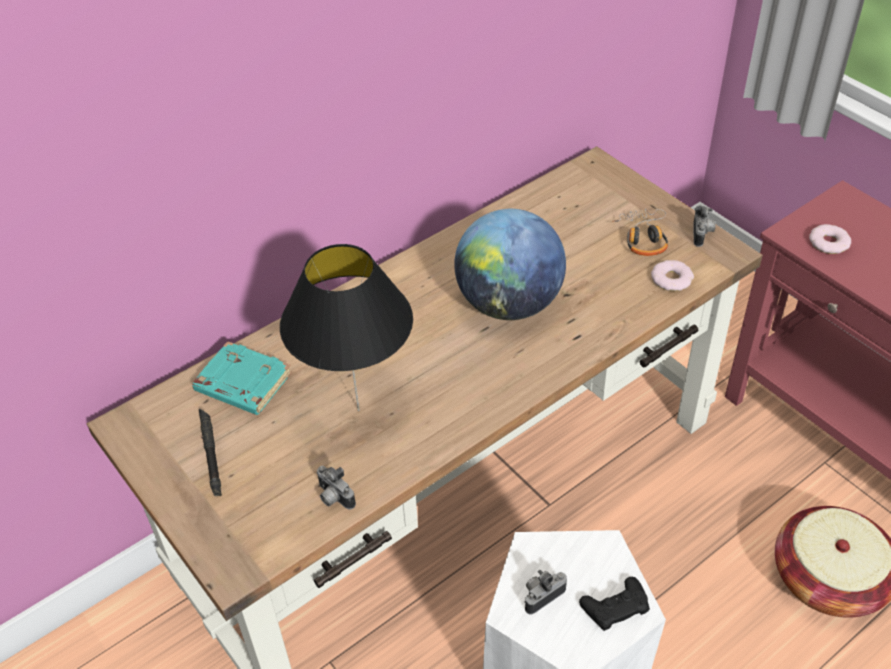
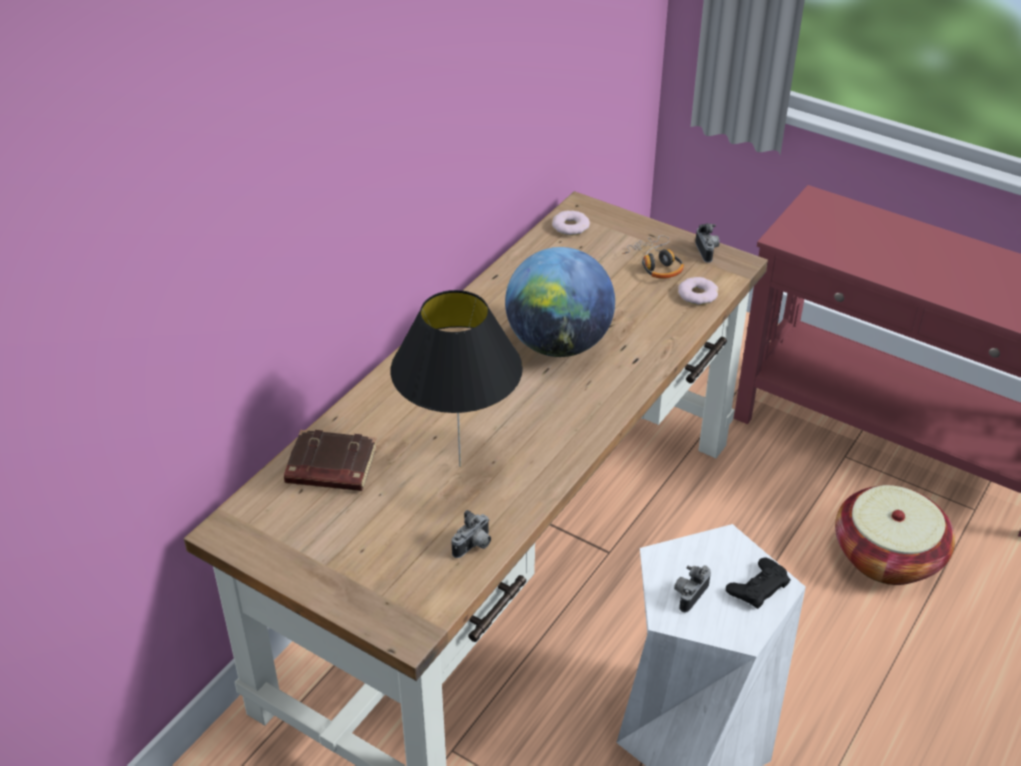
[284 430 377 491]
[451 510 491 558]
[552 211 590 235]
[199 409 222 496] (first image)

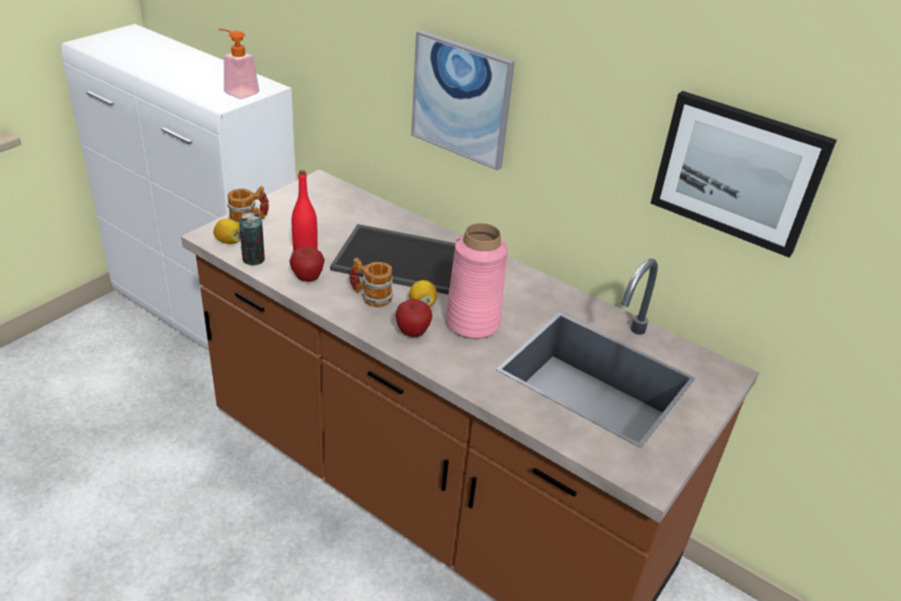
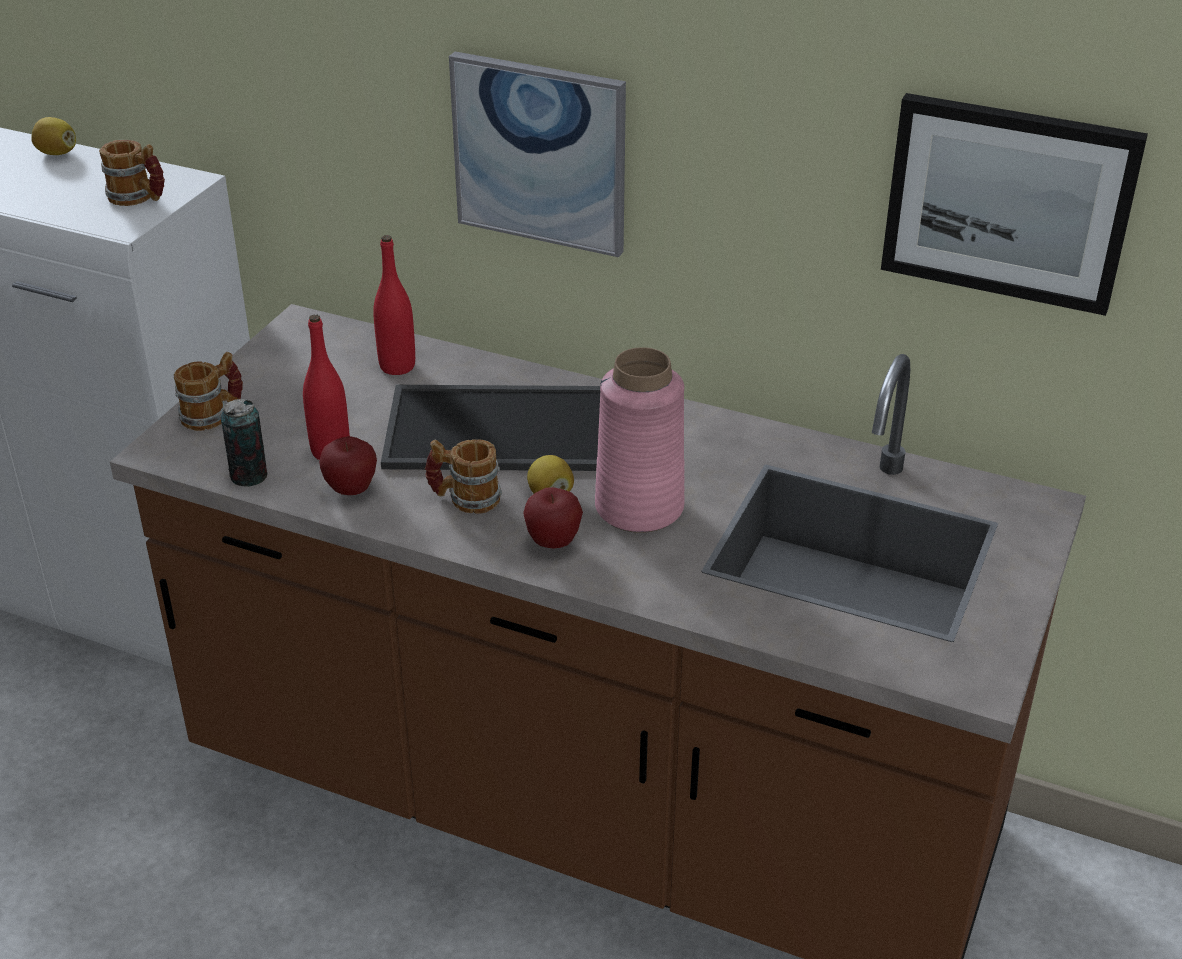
[31 117 76 155]
[99 140 165 206]
[373 235 415 375]

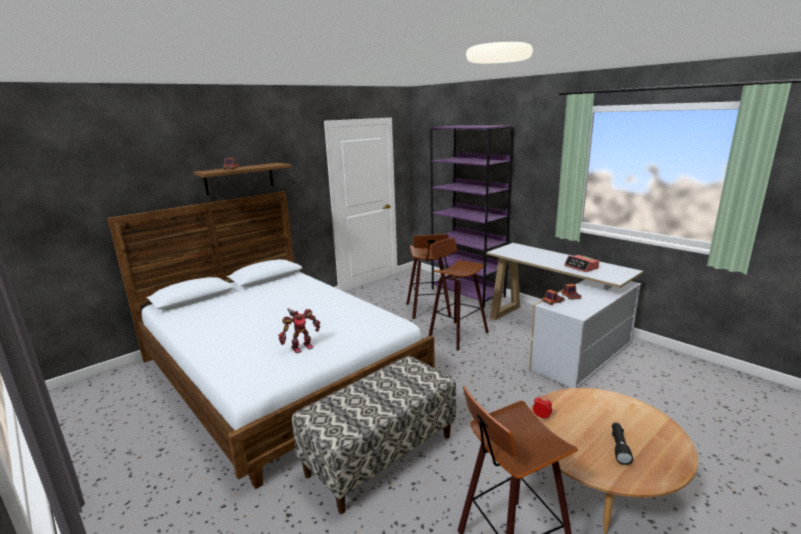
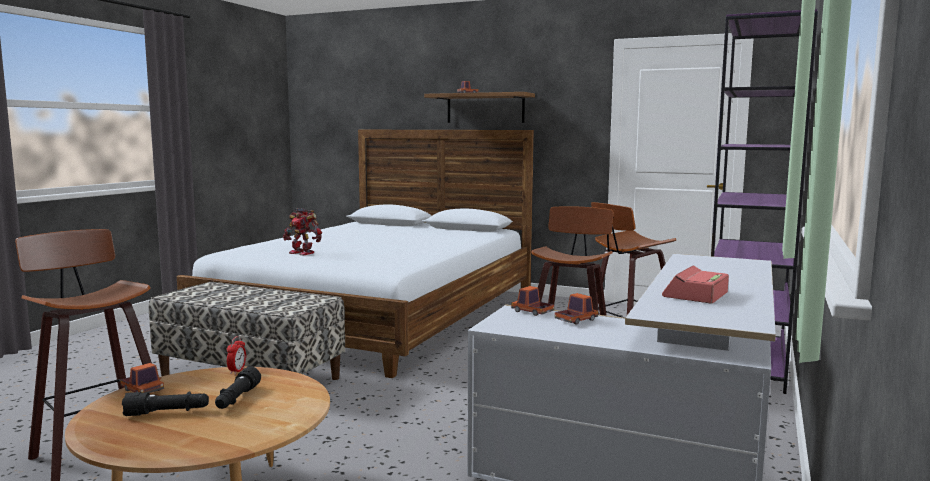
[120 363 164 393]
[215 367 261 409]

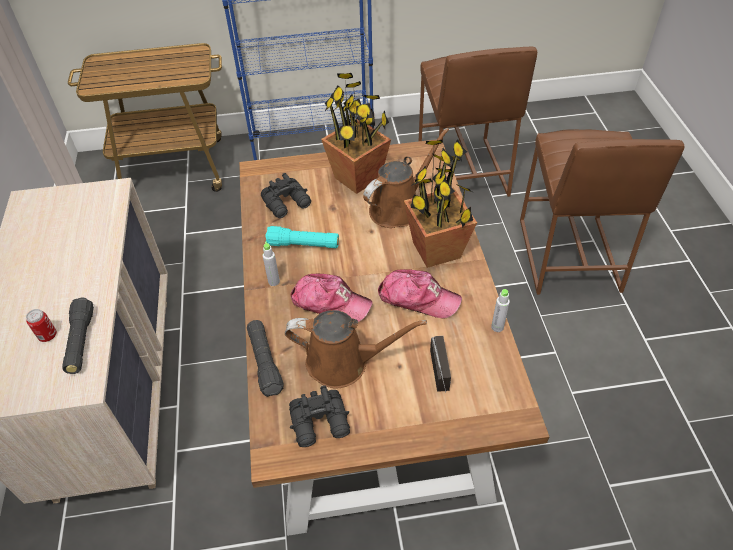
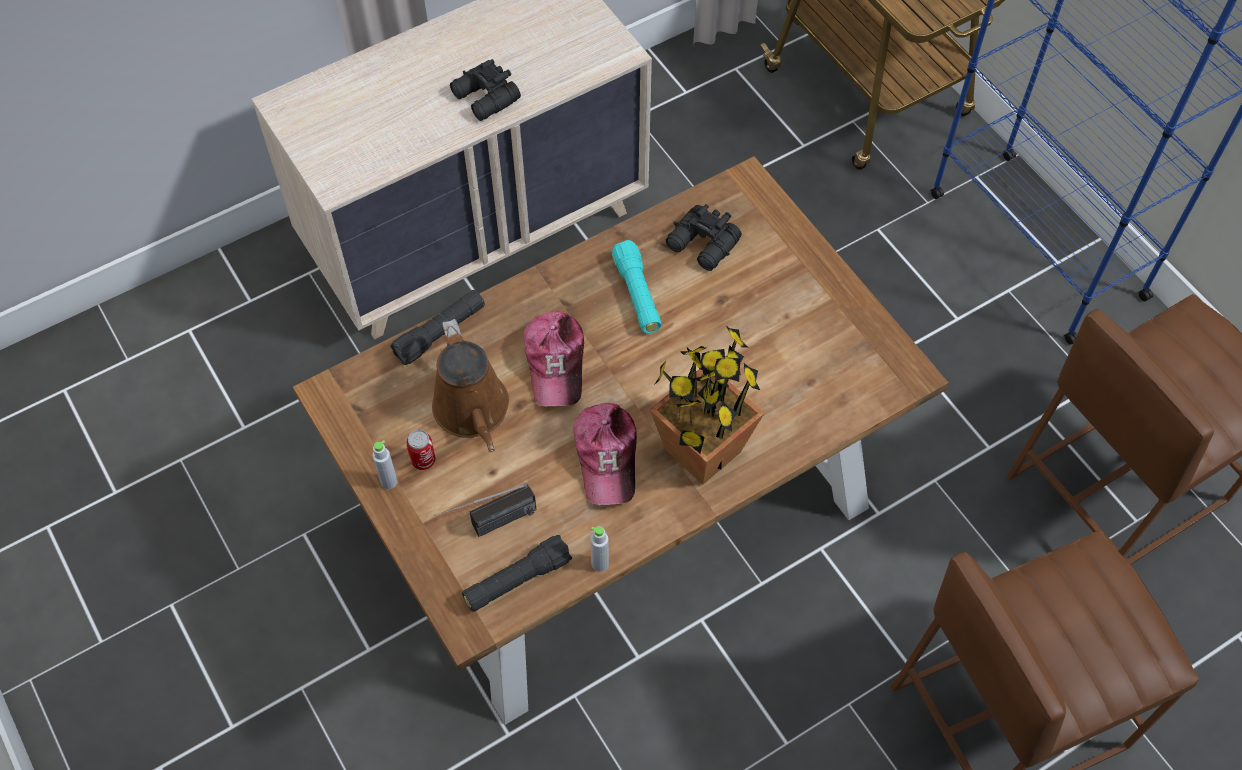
[372 440 398 489]
[406 430 436 470]
[450 59 521 121]
[462 535 572 612]
[321 73 391 194] (first image)
[363 128 449 228] (first image)

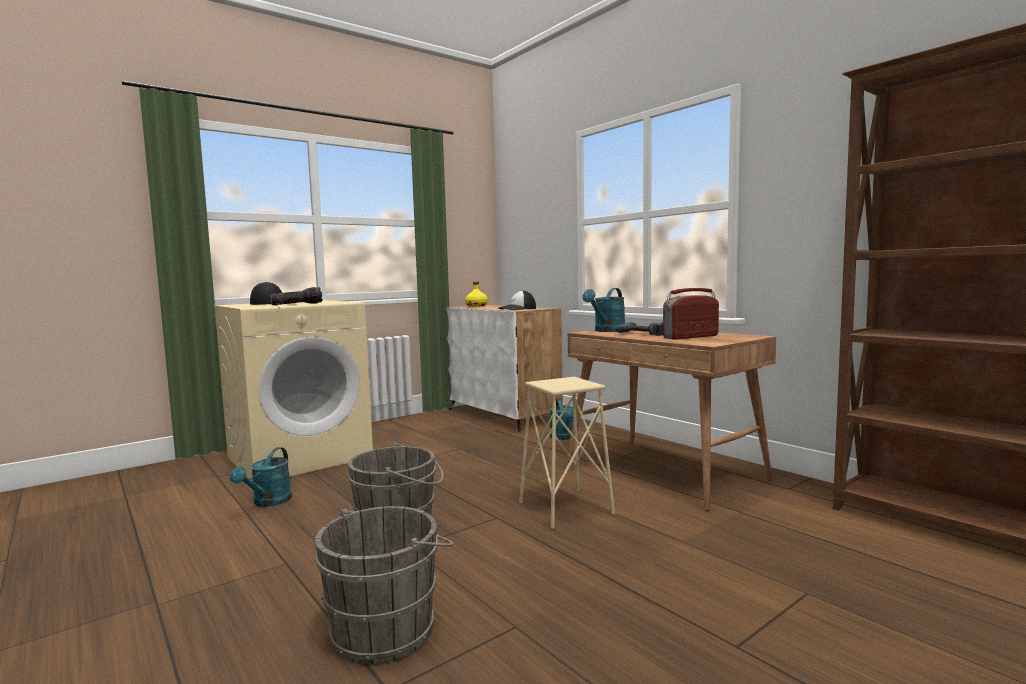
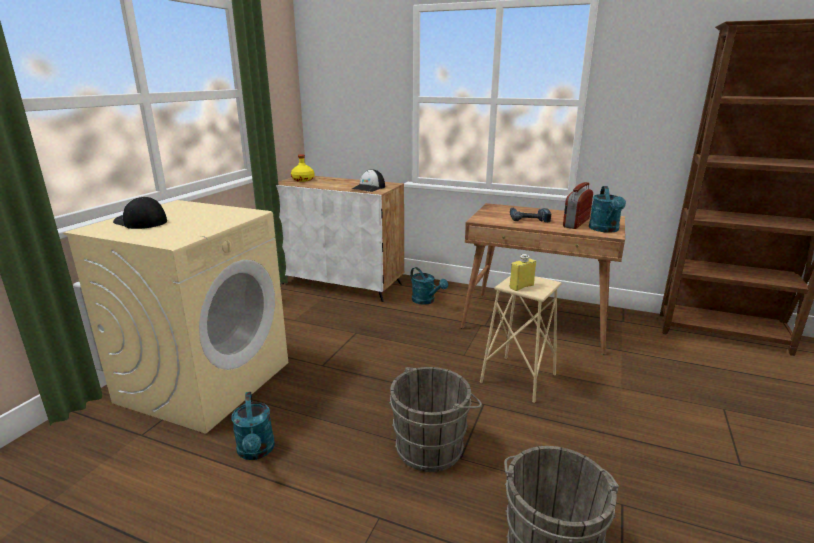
[510 254 536 291]
[589 186 626 233]
[270 287 322 305] (first image)

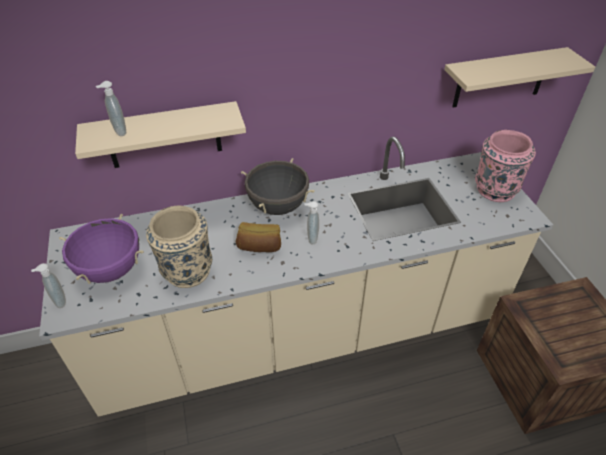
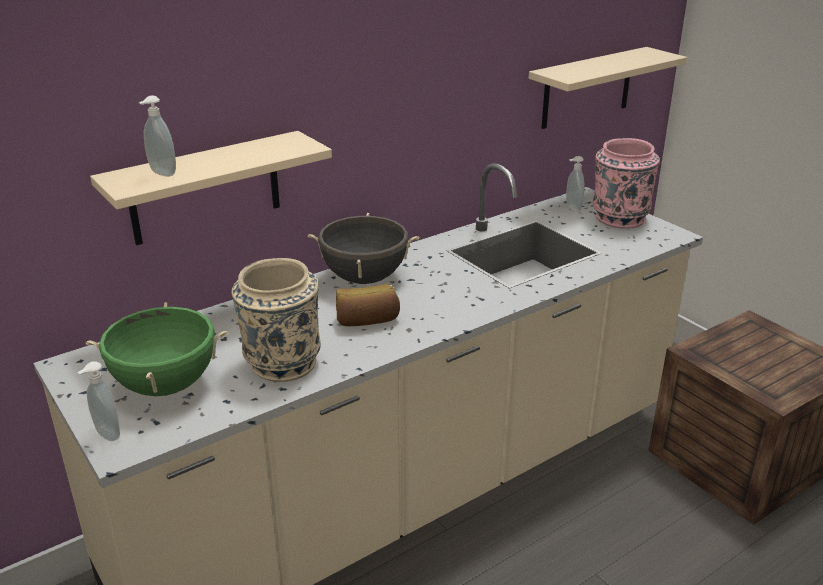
[86 302 228 396]
[566 156 585 212]

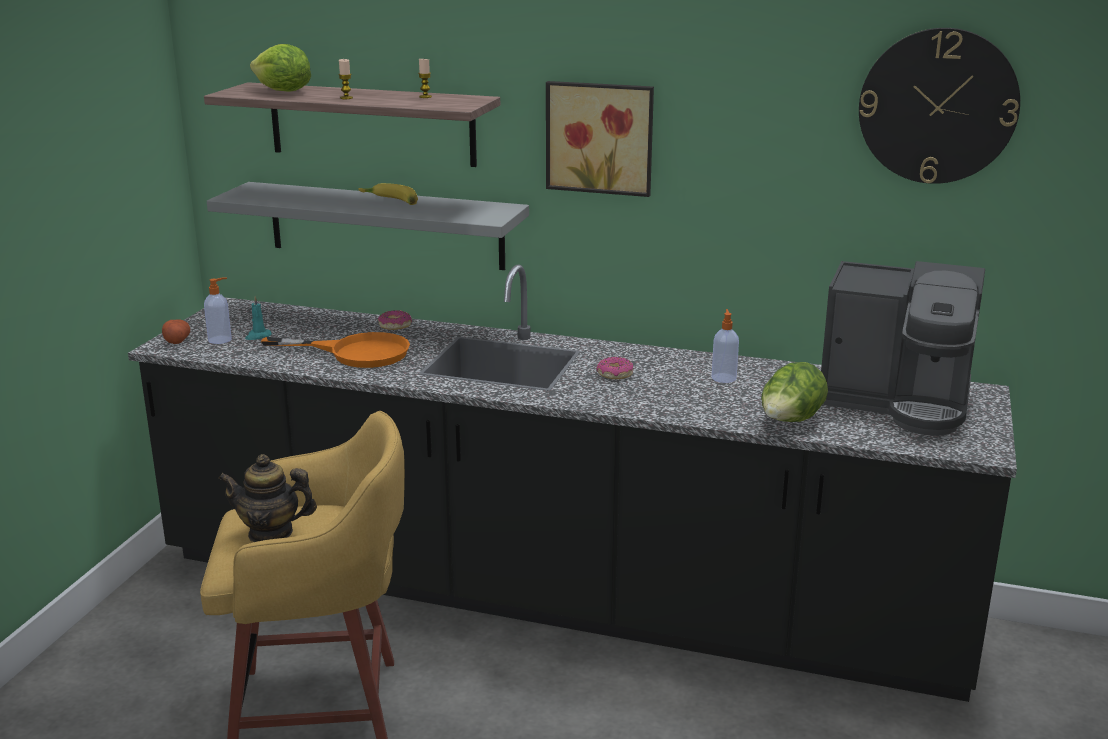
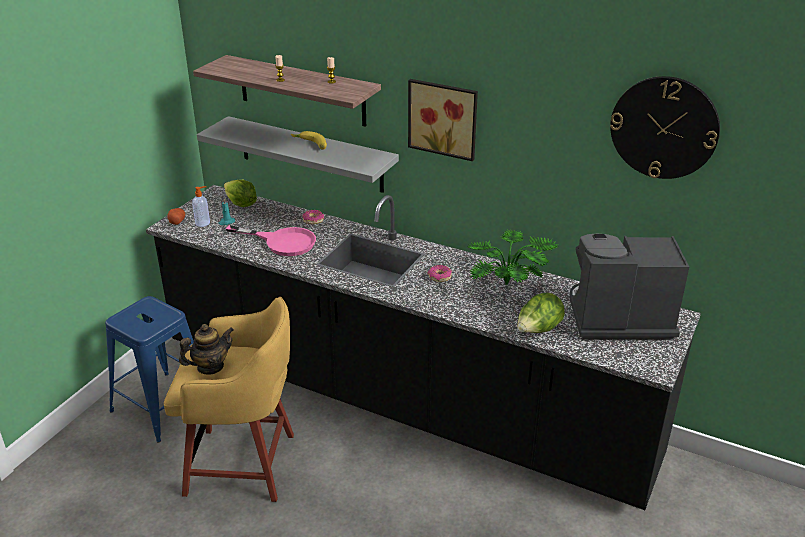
[105 296 194 442]
[179 324 234 374]
[224 180 257 208]
[226 225 316 256]
[467 230 558 285]
[570 234 689 340]

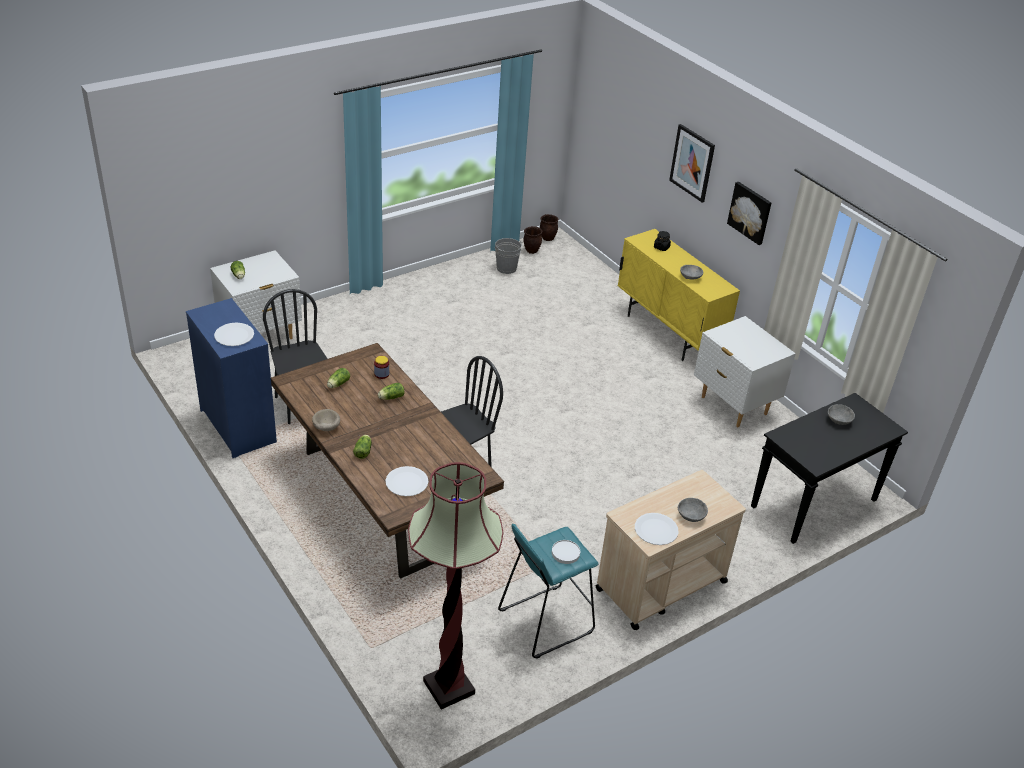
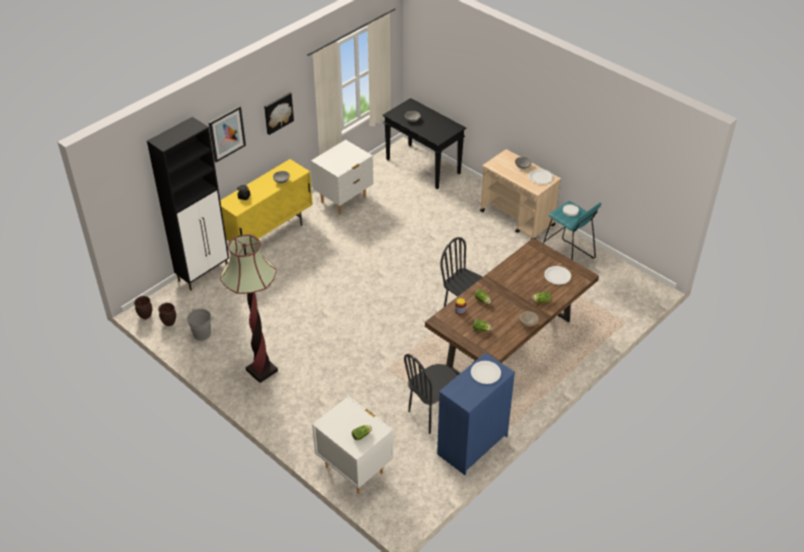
[147 117 229 291]
[220 234 278 383]

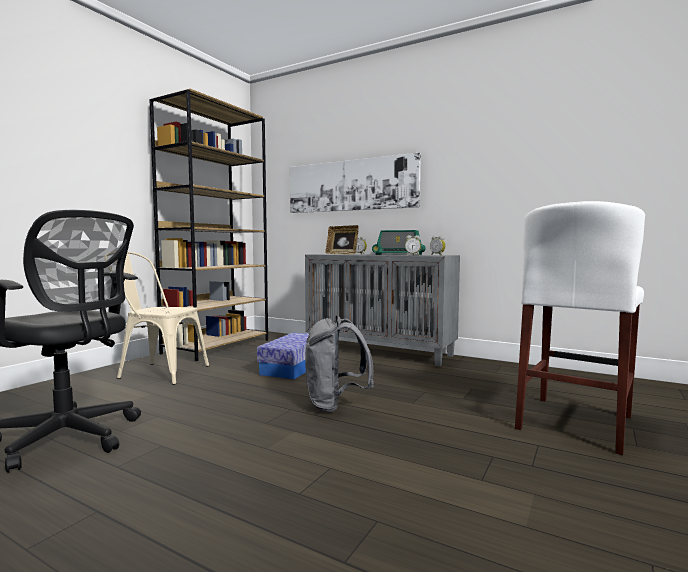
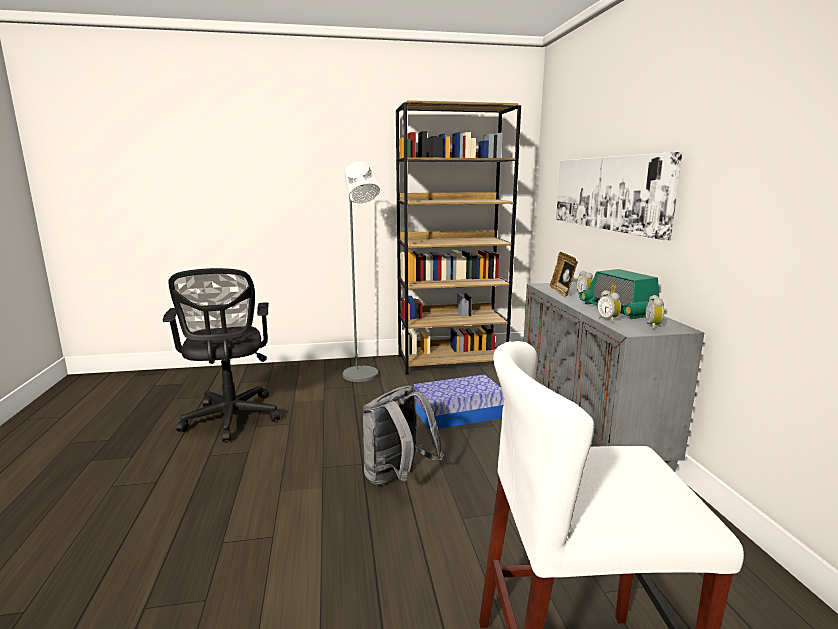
[343 161 380 382]

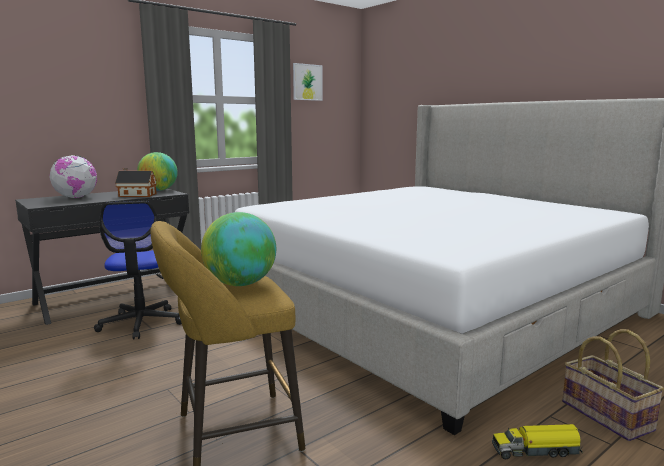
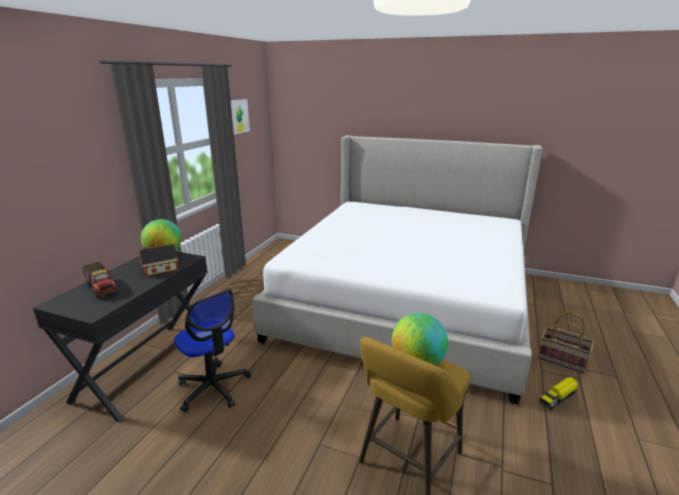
[82 261 118 298]

